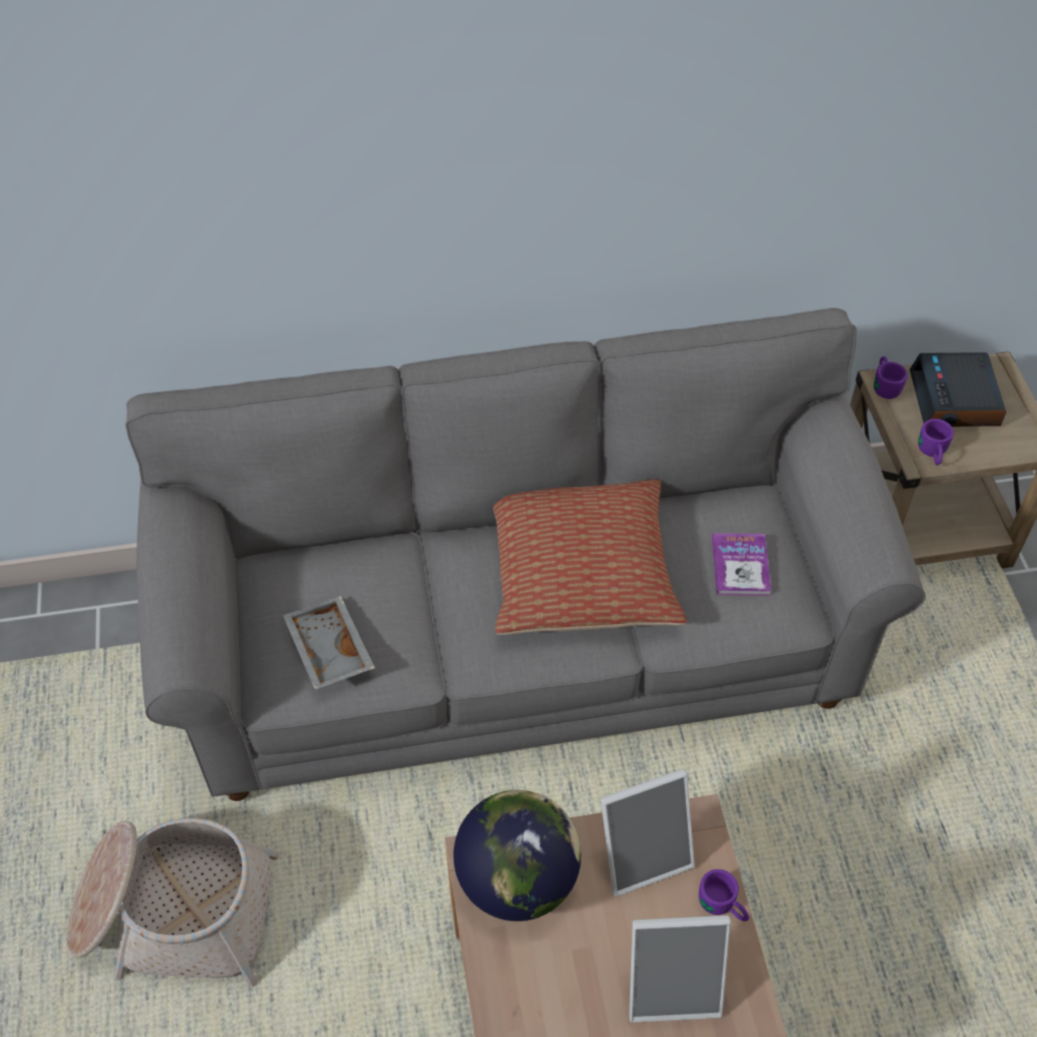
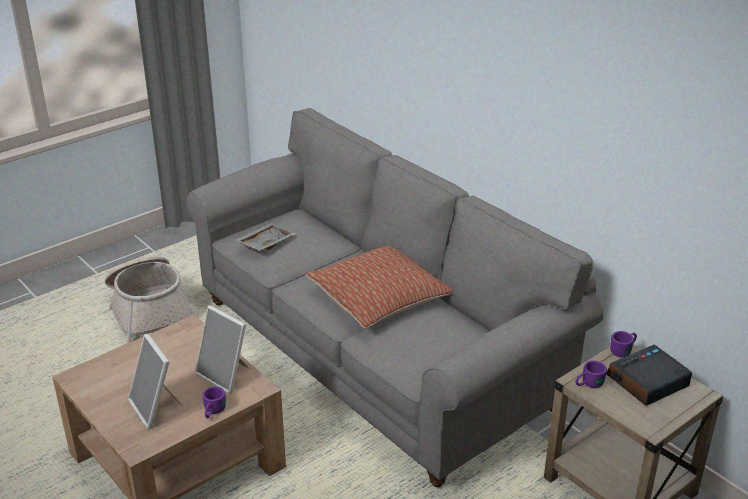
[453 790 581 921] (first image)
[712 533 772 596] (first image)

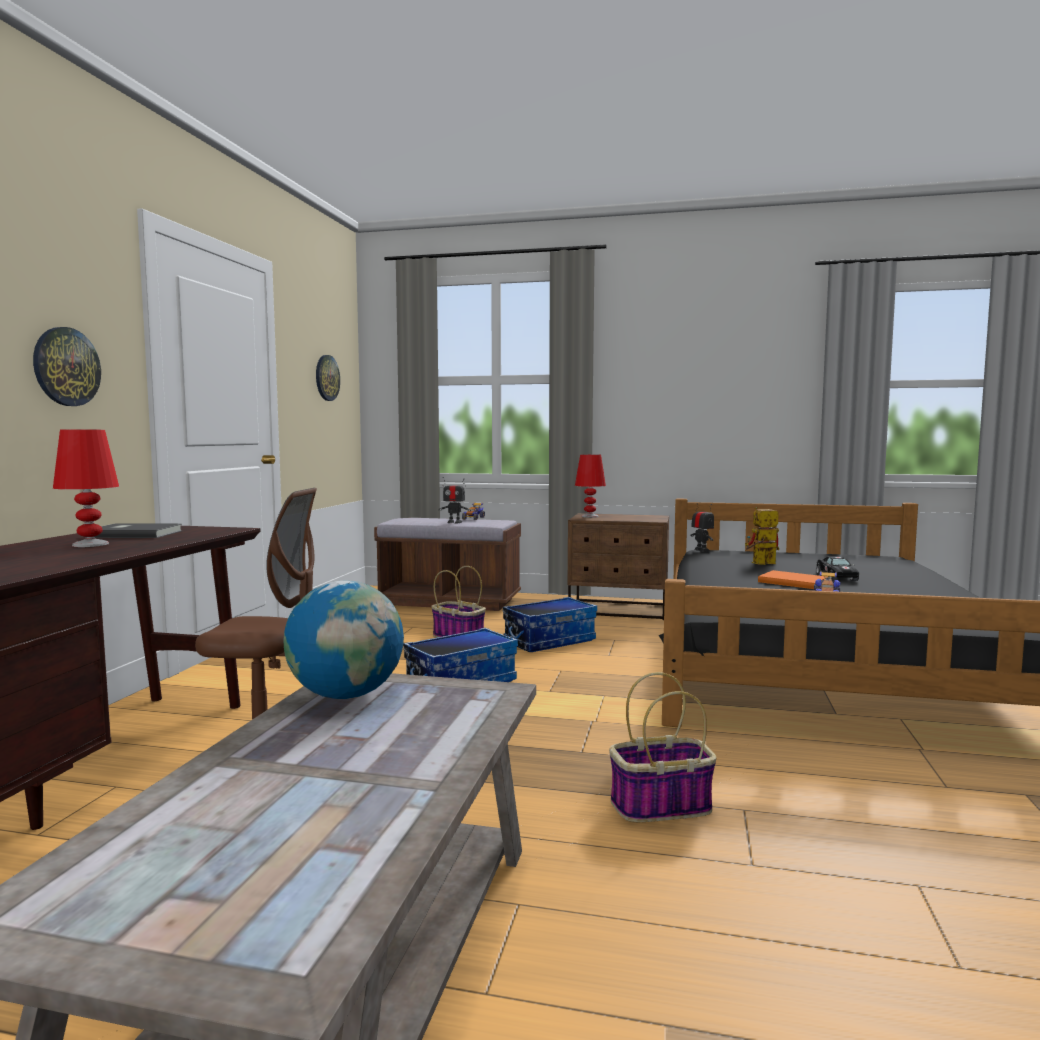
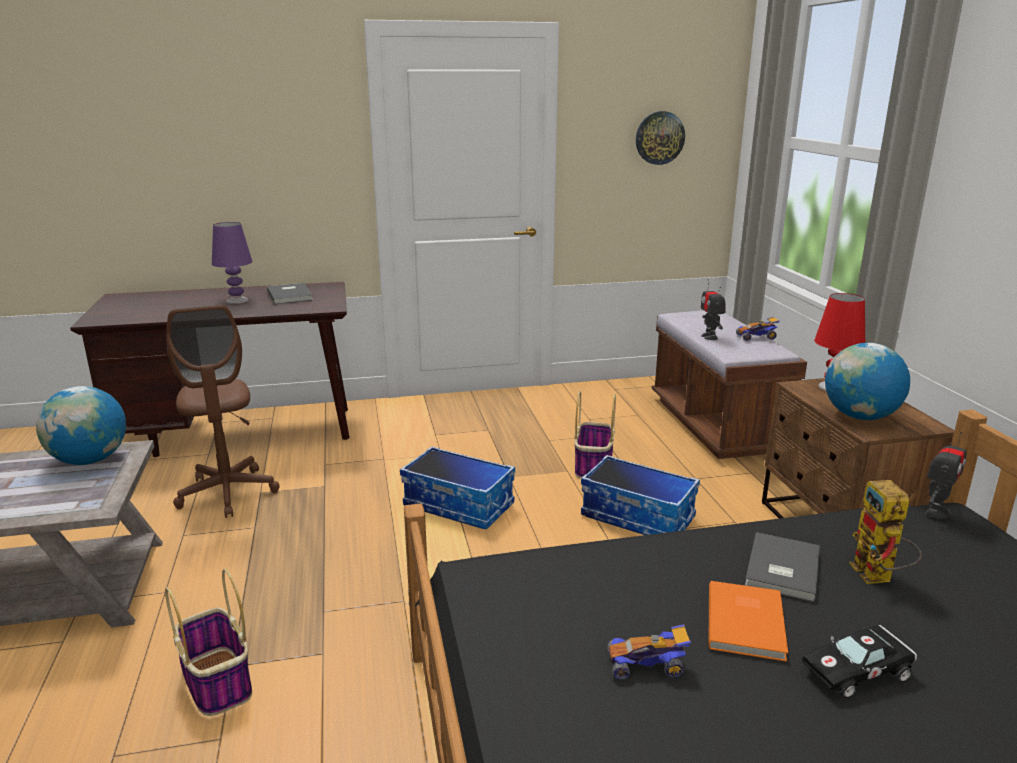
[212 222 253 304]
[745 532 820 602]
[825 343 910 420]
[849 480 922 584]
[33 327 101 406] (first image)

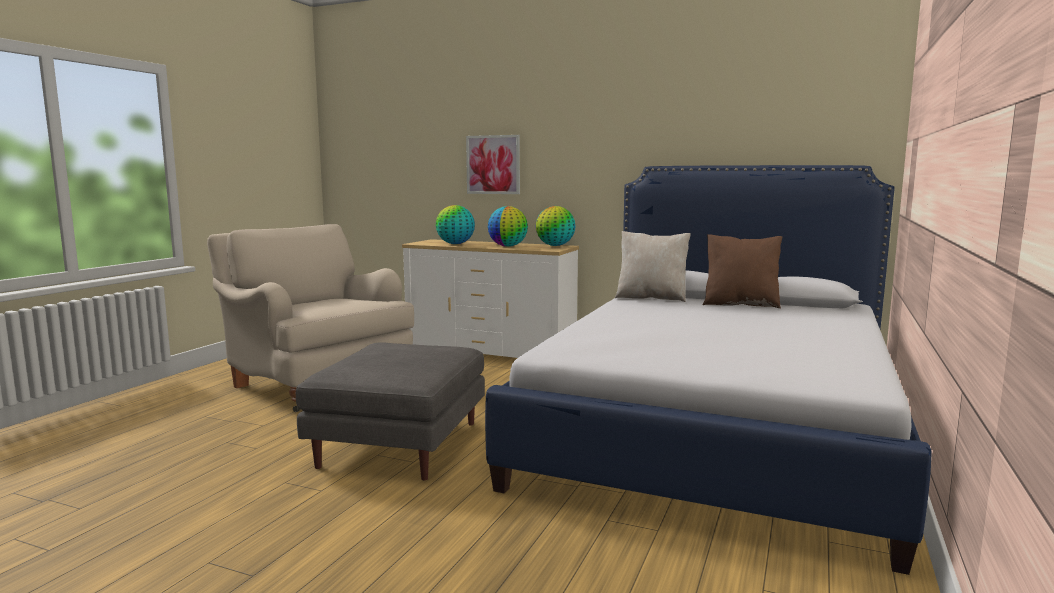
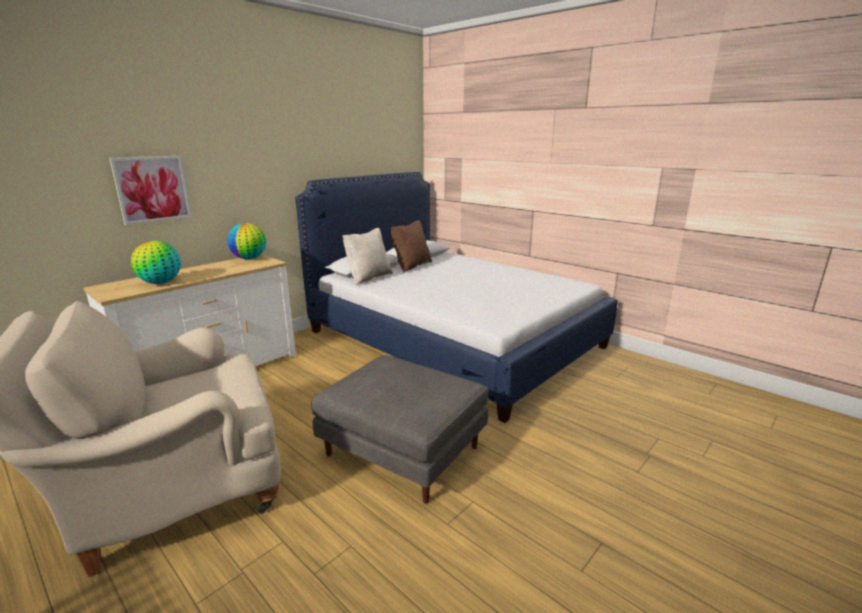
[488 206 528 247] (first image)

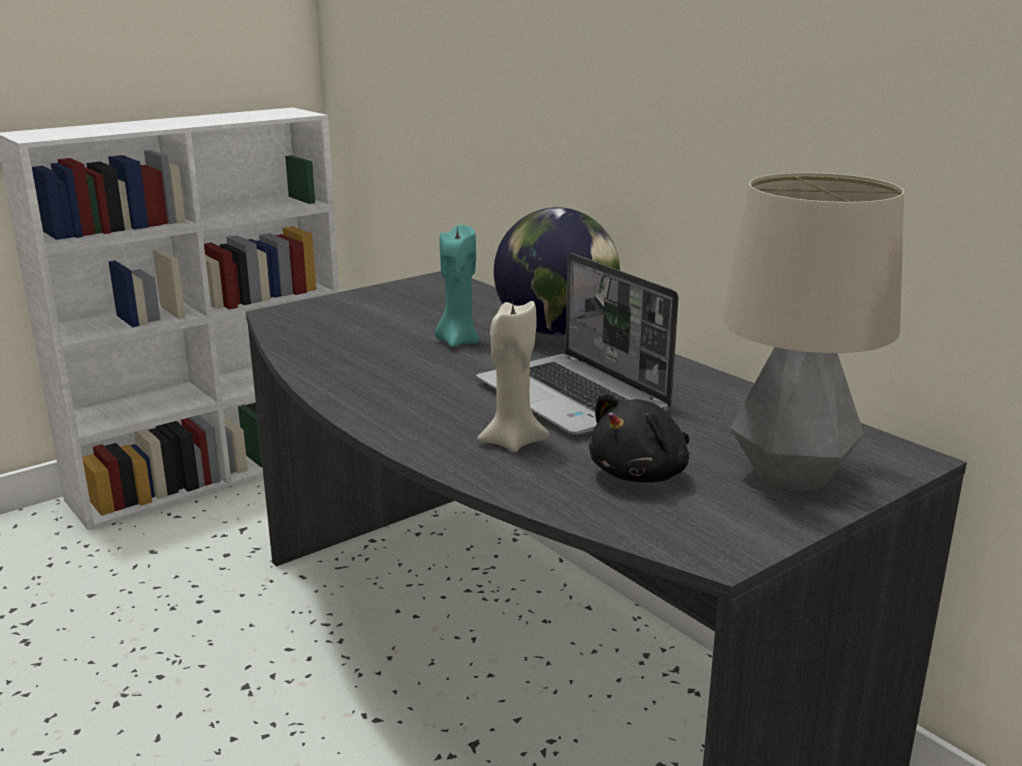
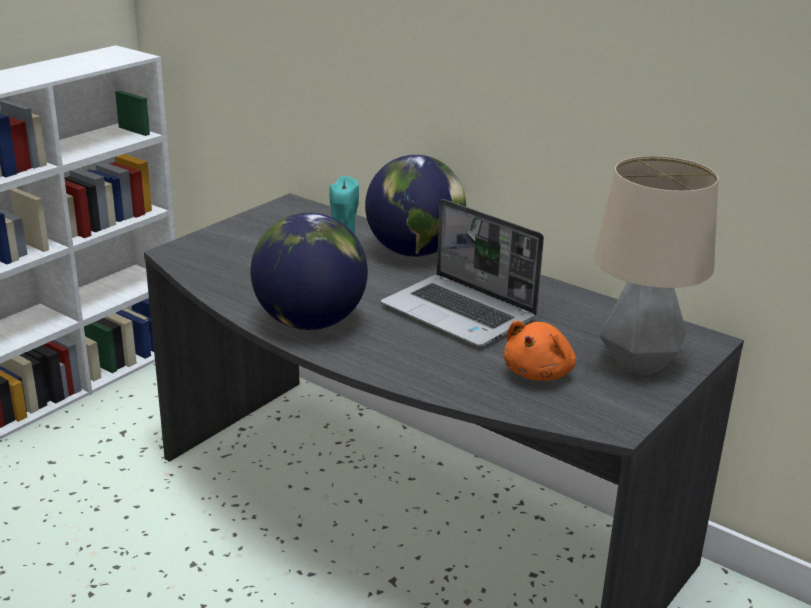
[251 213 368 330]
[503 320 576 381]
[477 301 550 453] (first image)

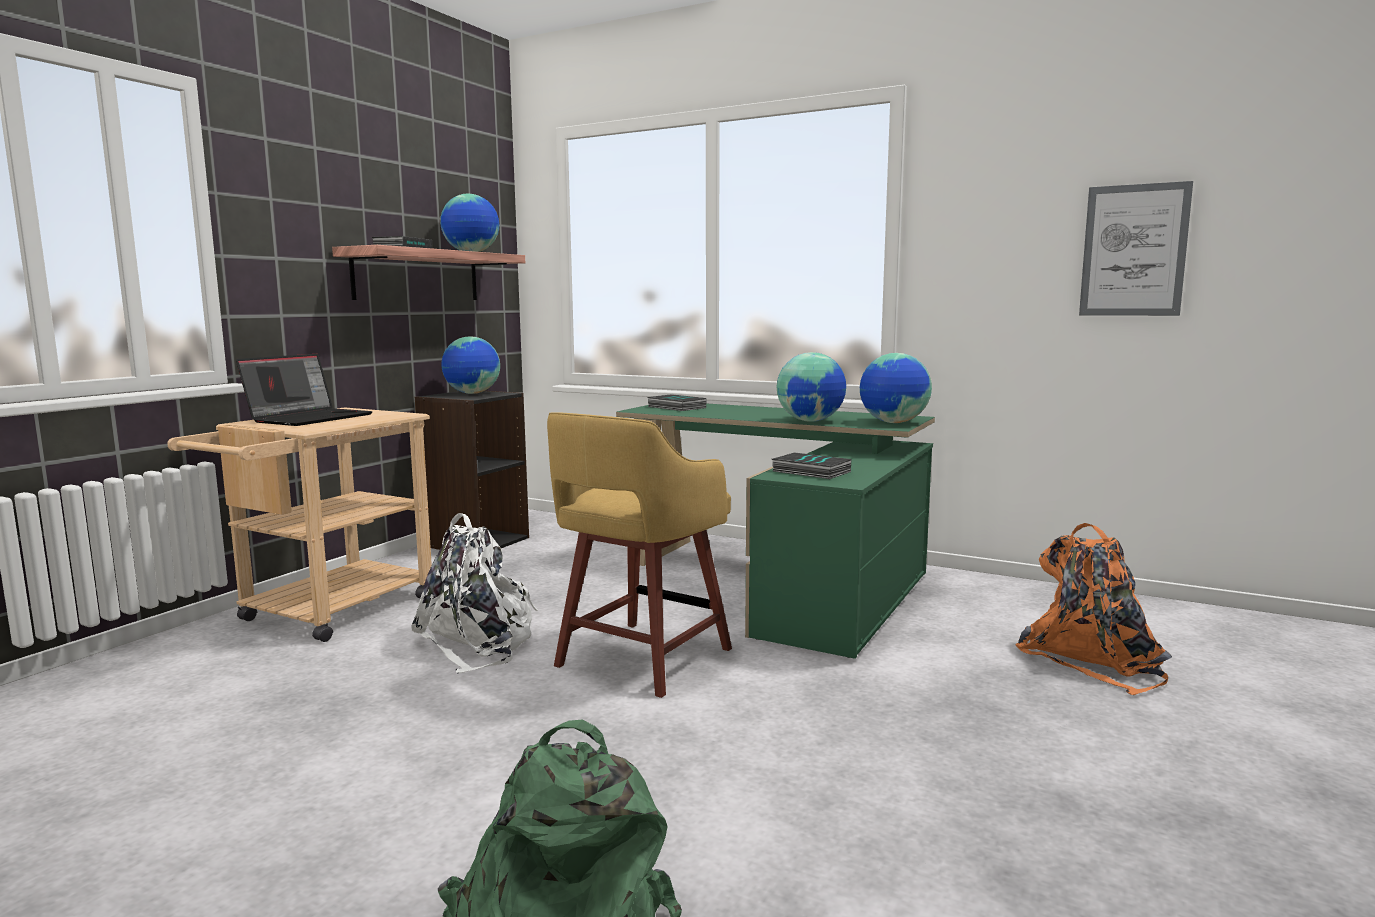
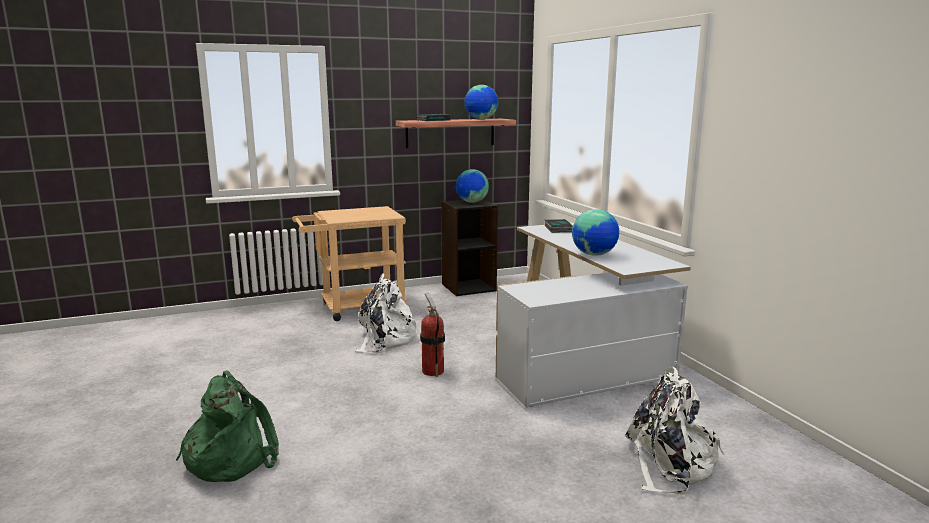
[420 293 445 377]
[496 222 691 408]
[625 367 725 495]
[236 354 373 426] (first image)
[772 452 851 479] (first image)
[860 353 932 423] (first image)
[1079 181 1193 316] (first image)

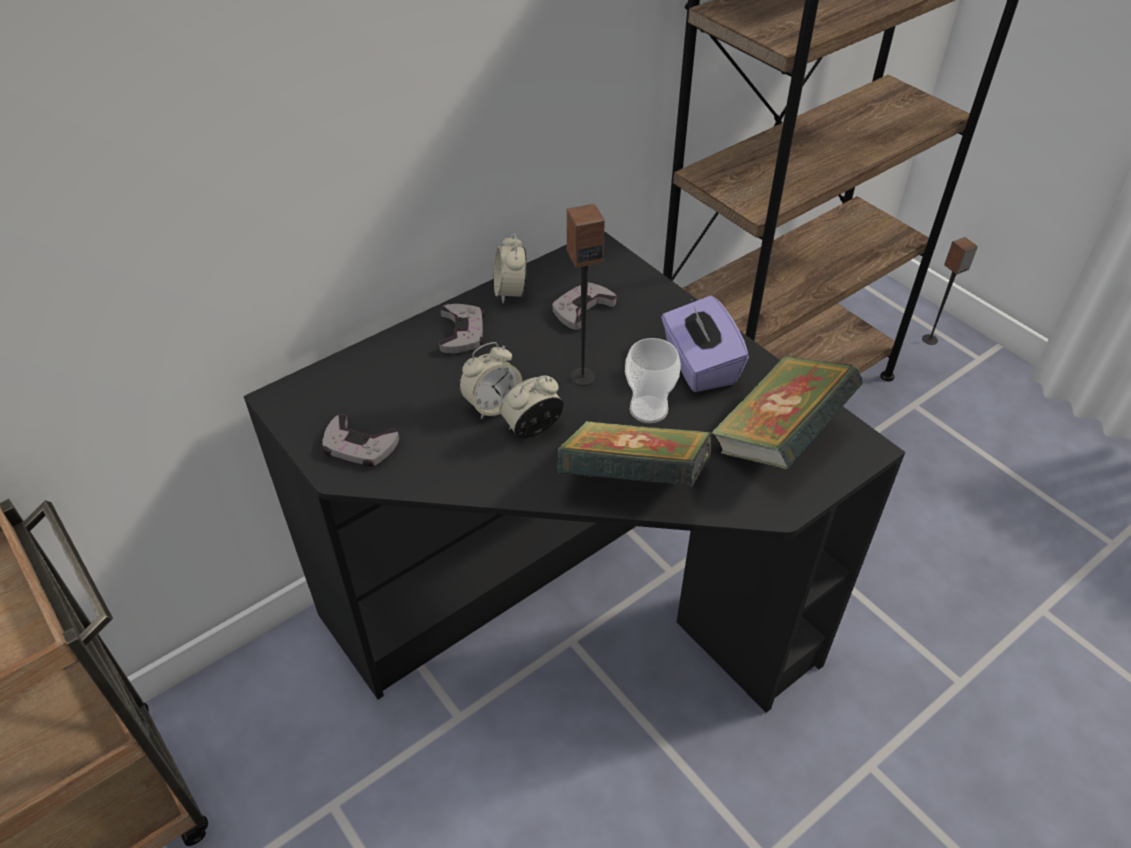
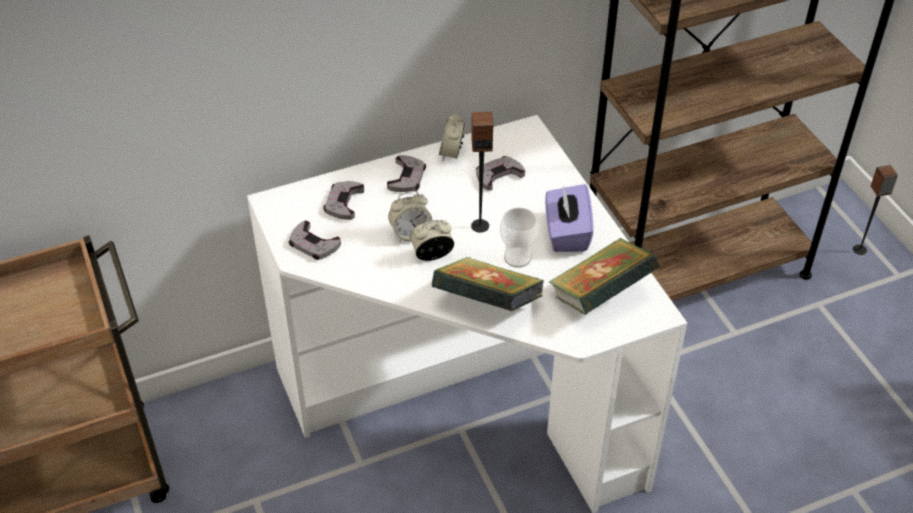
[247 115 687 513]
[323 181 364 220]

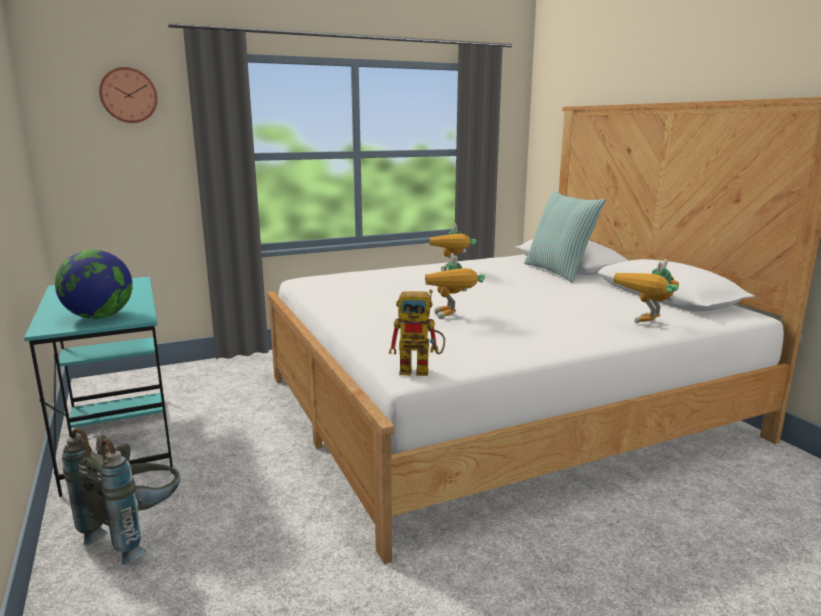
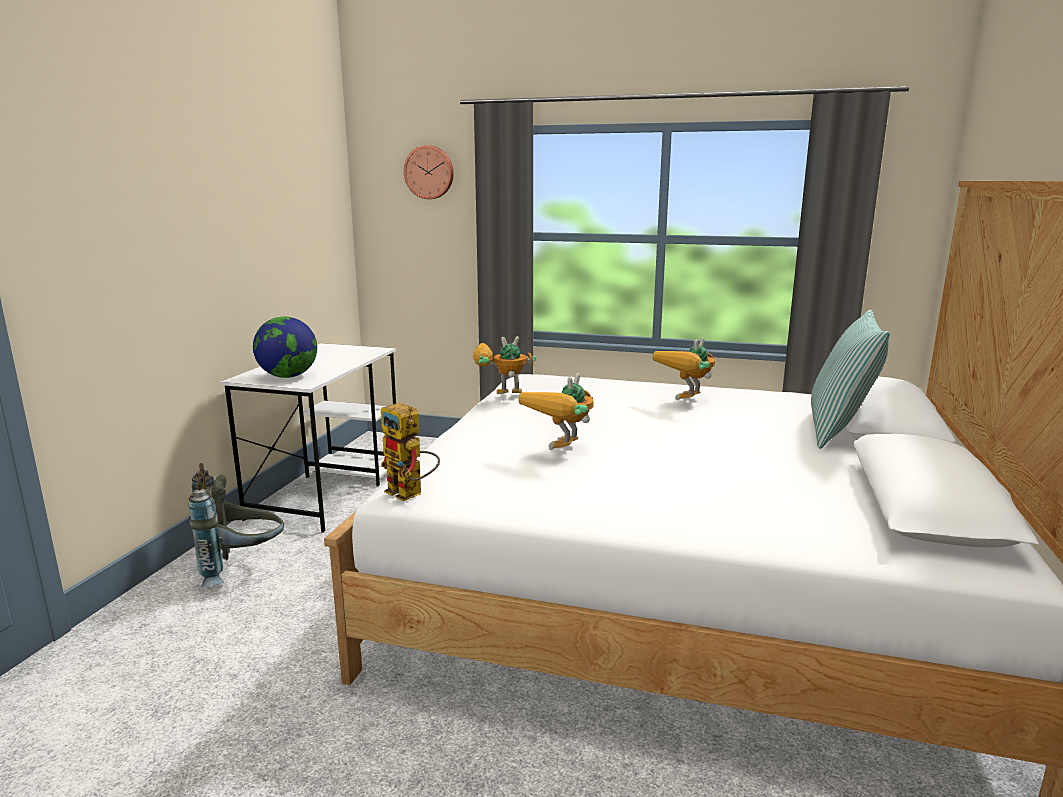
[220 343 396 533]
[473 336 536 394]

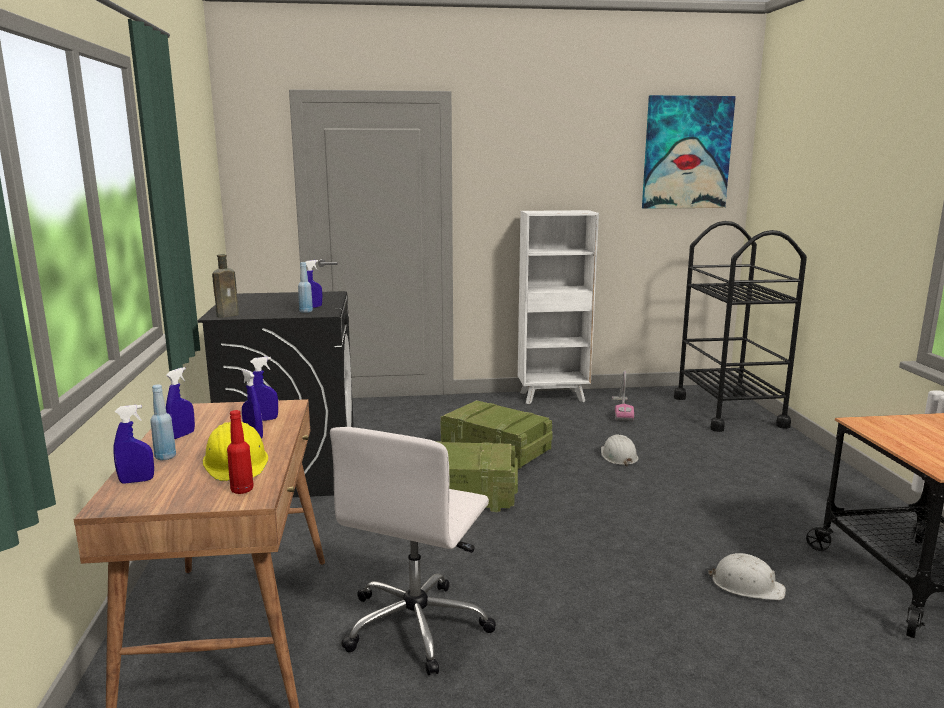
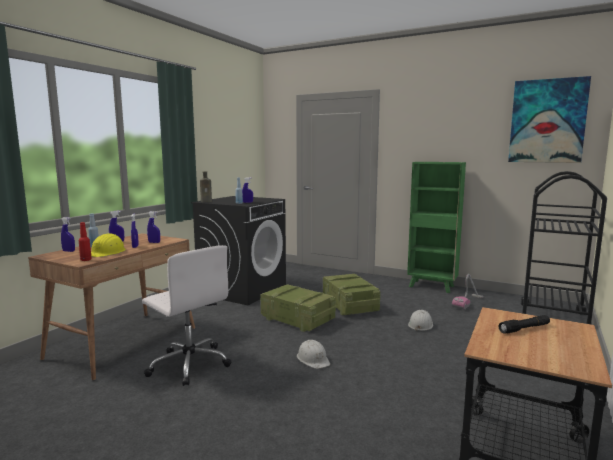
[142 245 232 386]
[297 340 330 369]
[407 162 466 293]
[499 315 550 334]

